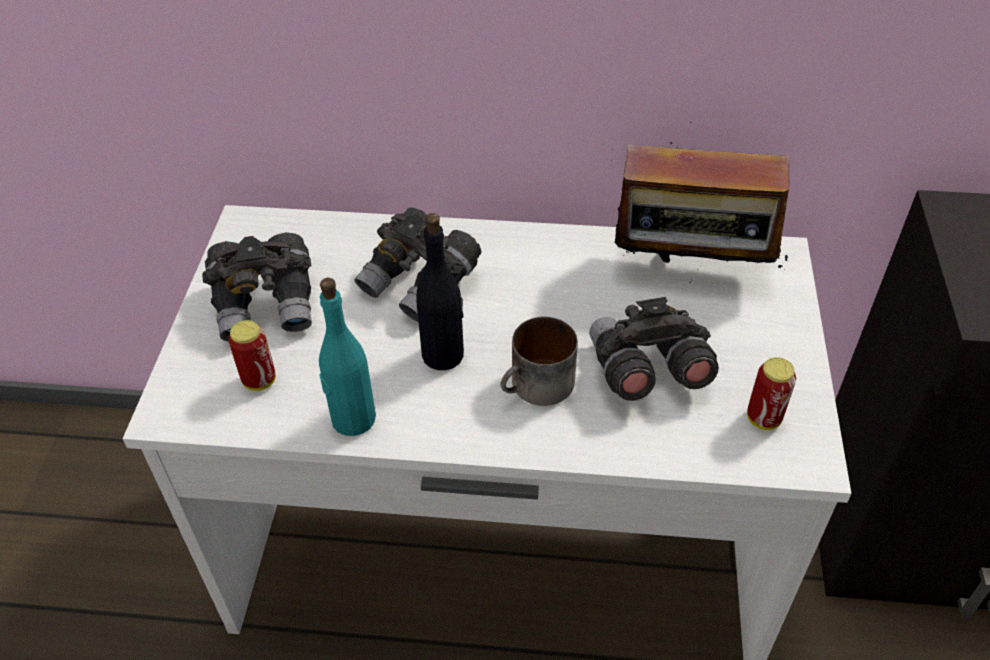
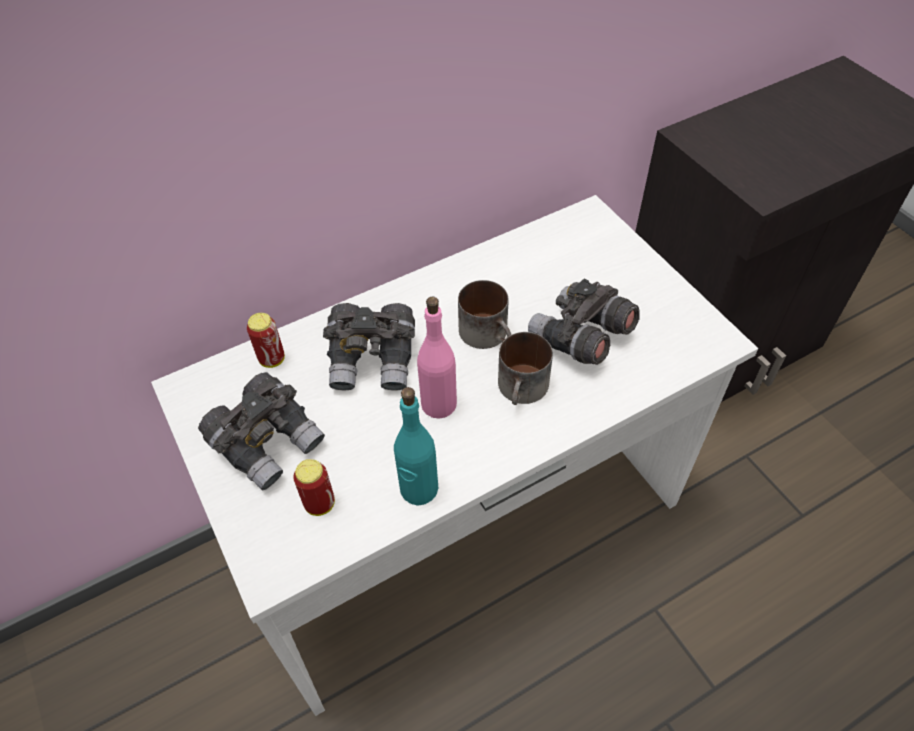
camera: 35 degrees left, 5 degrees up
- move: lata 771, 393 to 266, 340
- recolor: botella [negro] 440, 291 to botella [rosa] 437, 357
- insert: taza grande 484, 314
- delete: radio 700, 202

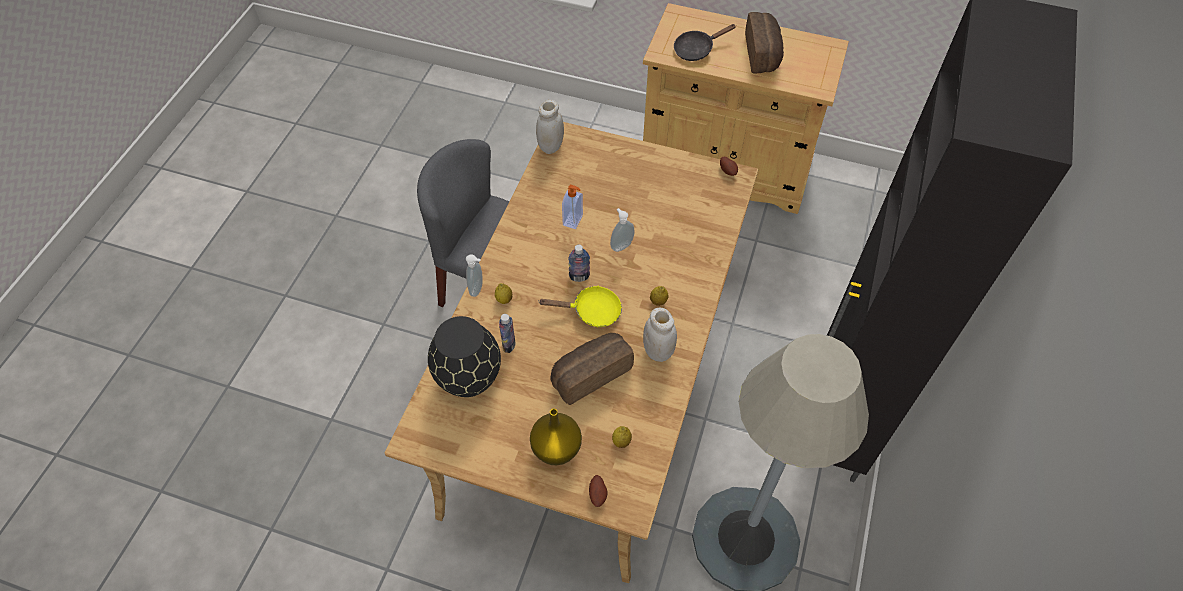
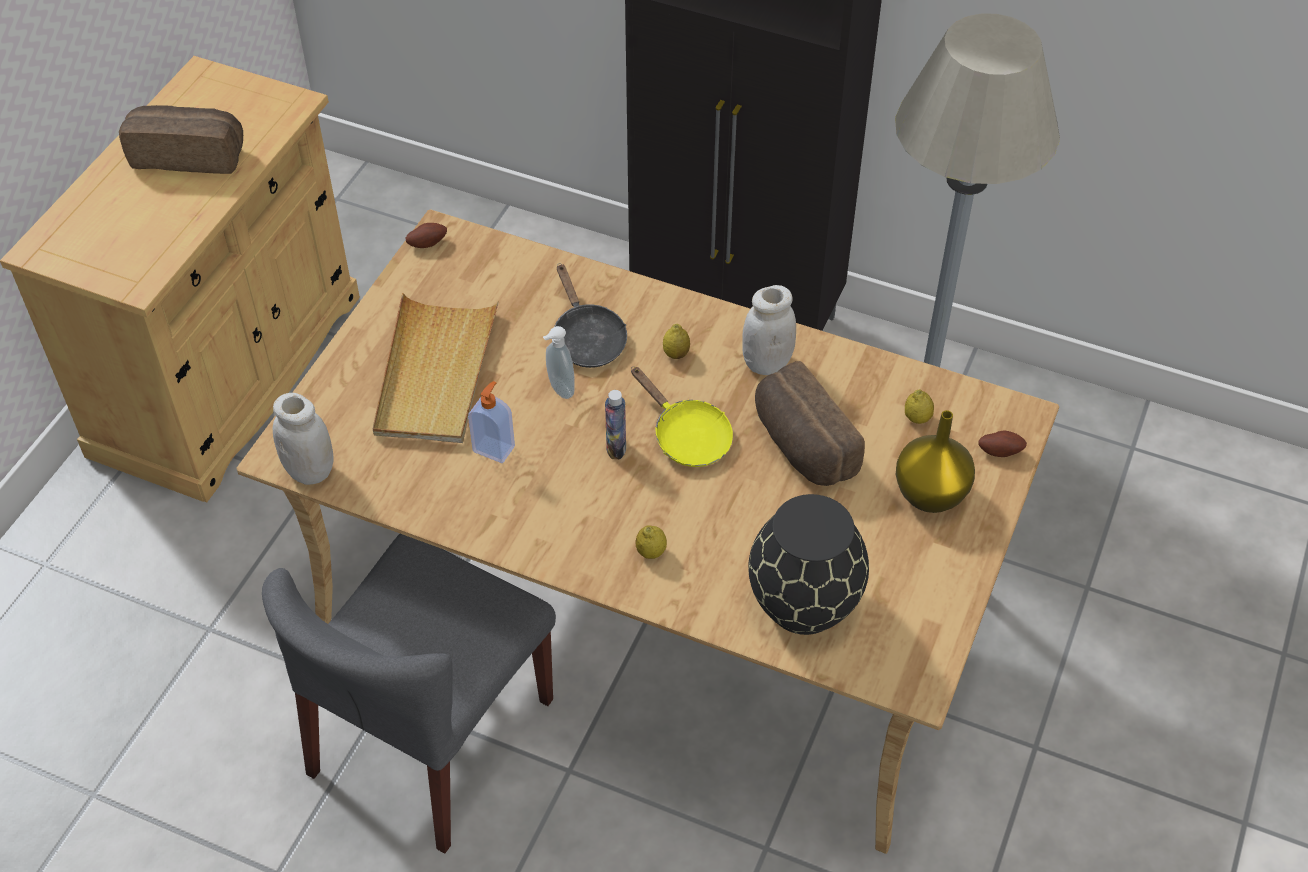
camera: 85 degrees left, 5 degrees down
- insert: bandeja [beis] 436, 368
- move: sartén [negro] 705, 42 to 590, 315
- rotate: sartén [amarillo] 580, 306 = 682, 417 135 degrees clockwise
- delete: dispensador de jabón 474, 276
- delete: botella 507, 333

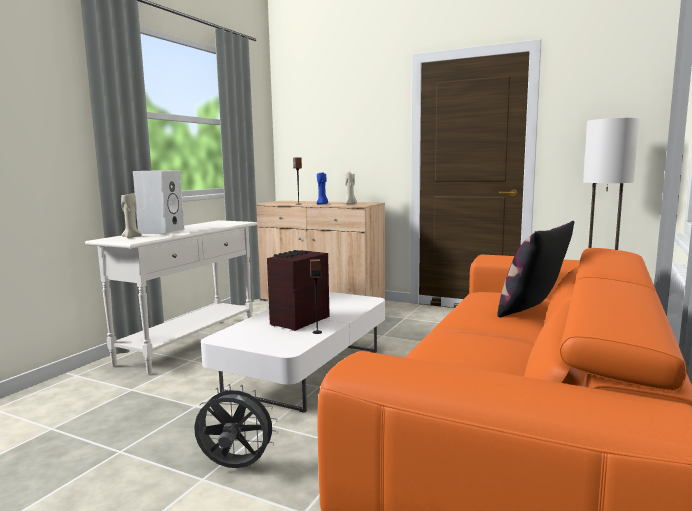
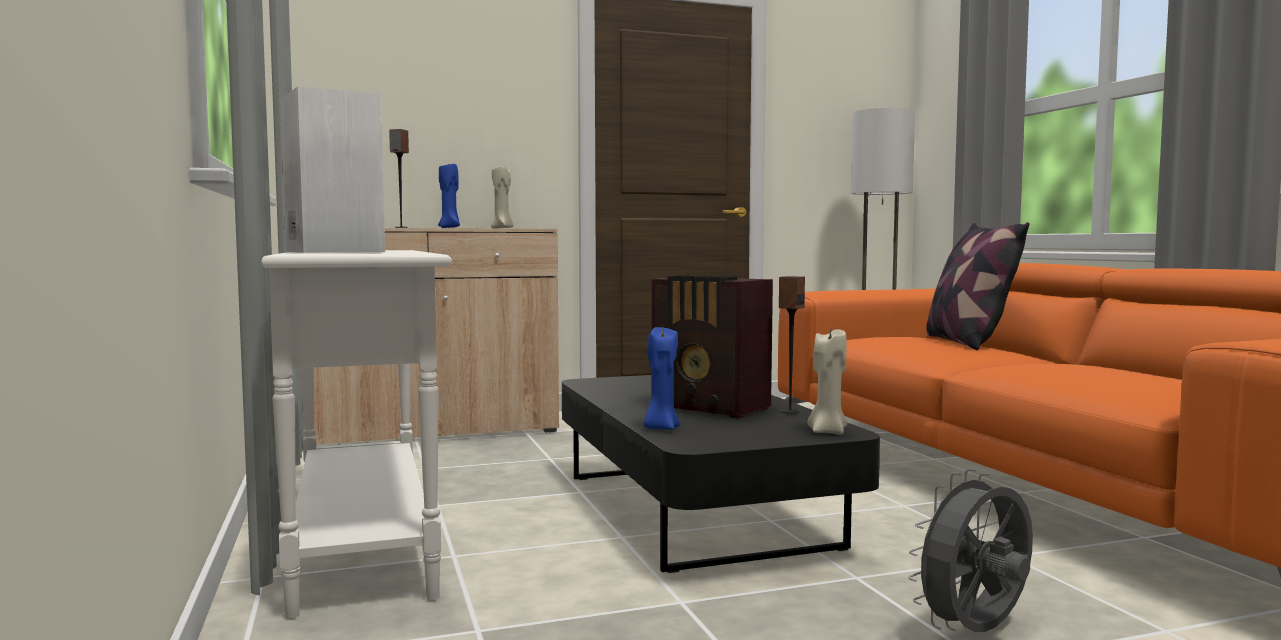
camera: 45 degrees left, 5 degrees down
- recolor: mesa de centro [blanco] 293, 352 to mesa de centro [negro] 721, 474
- insert: vela [azul] 662, 378
- rotate: radio 298, 290 = 712, 346 45 degrees counterclockwise
- move: vela [beis] 131, 215 to 827, 381

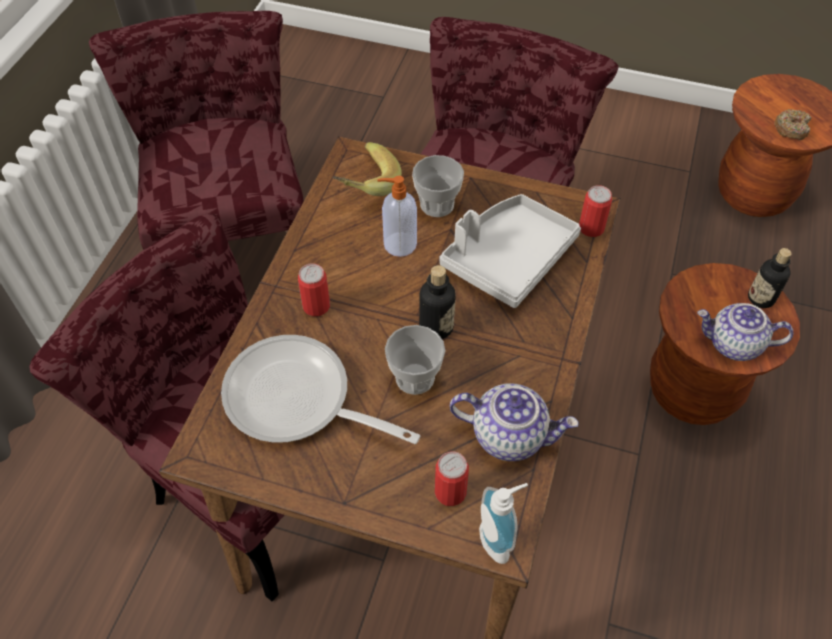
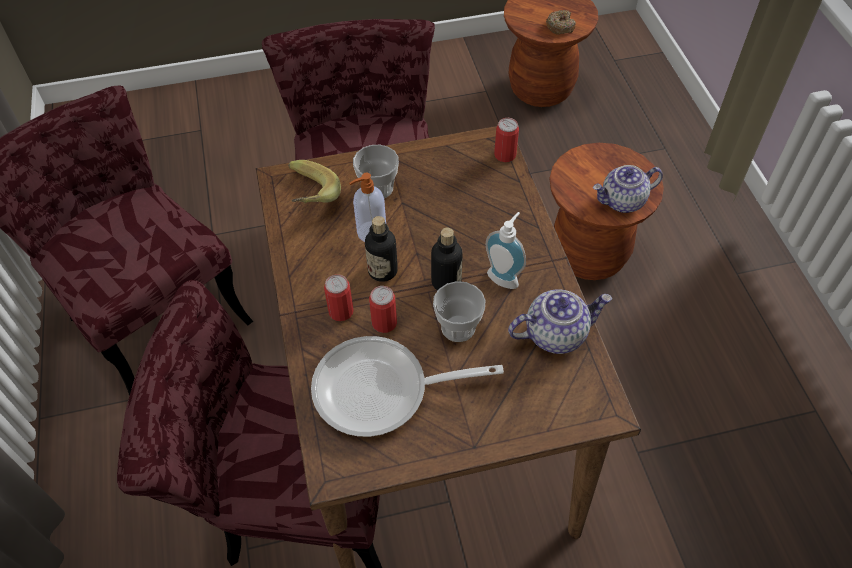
camera: 30 degrees left, 0 degrees up
- move: botella 770, 278 to 381, 249
- move: lata 452, 478 to 383, 309
- move: dispensador de jabón 503, 523 to 506, 250
- delete: bandeja [gris] 510, 251

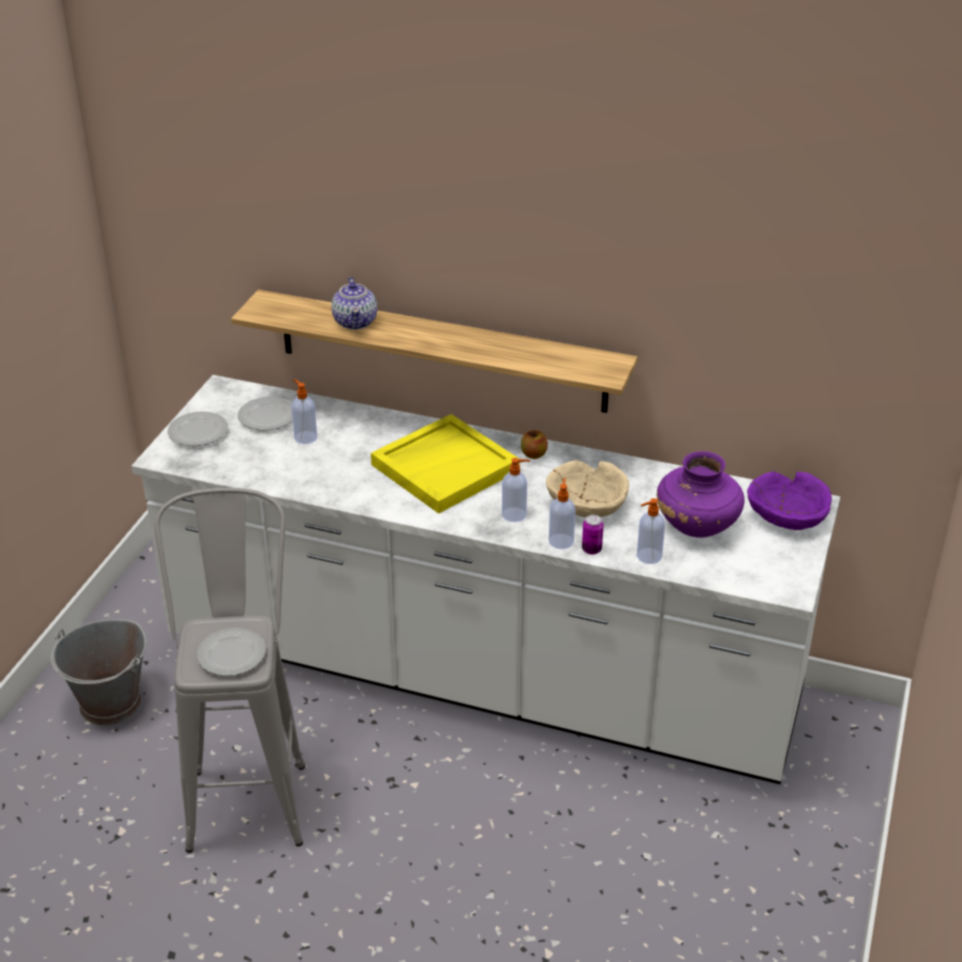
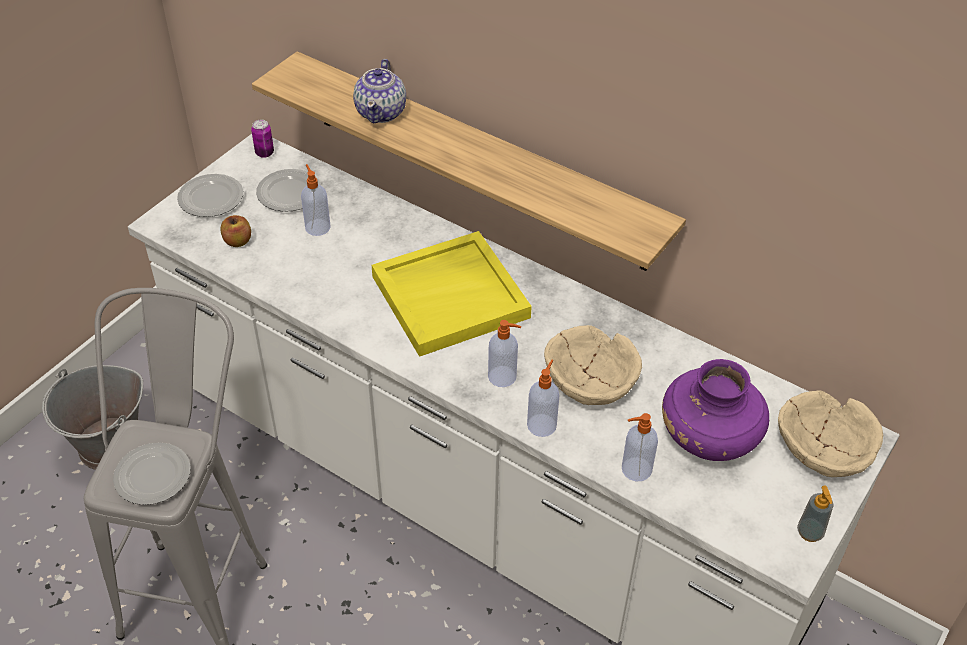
camera: 15 degrees right, 10 degrees up
- move: manzana 534, 444 to 235, 231
- move: lata 593, 535 to 262, 138
- recolor: cuenco [morado] 789, 501 to cuenco [beis] 830, 433
- insert: dispensador de jabón 815, 513

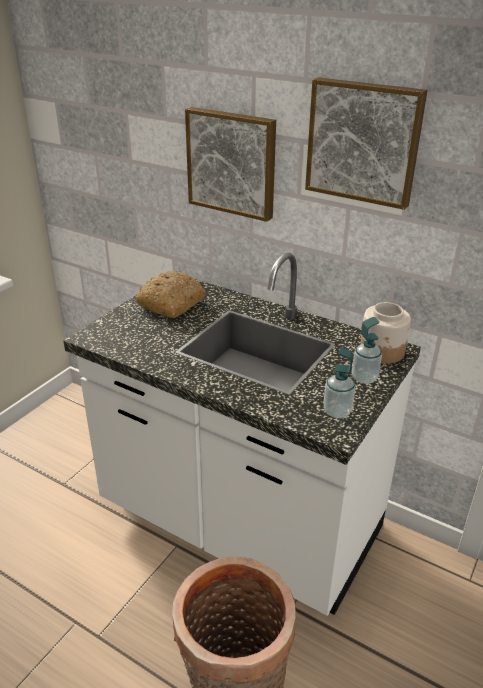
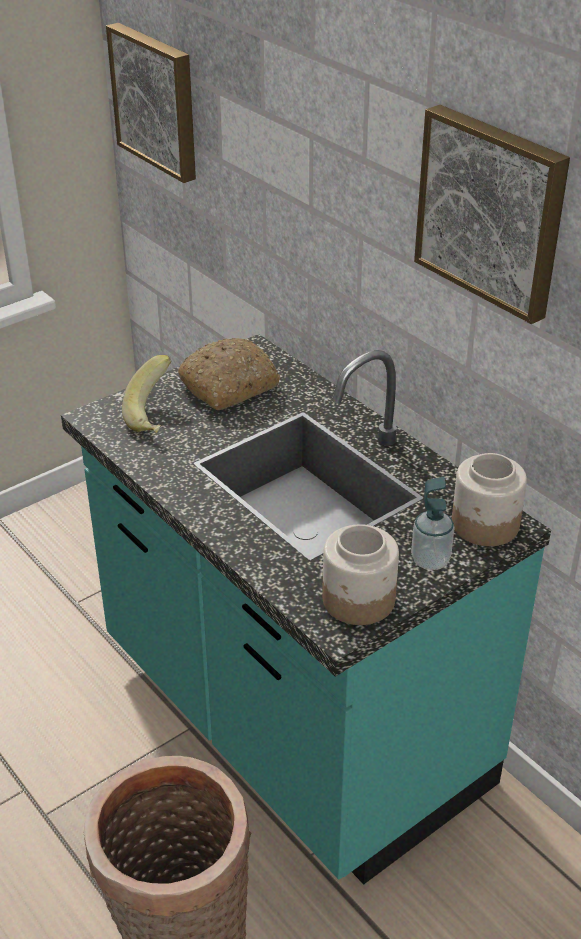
camera: 20 degrees right, 5 degrees up
- recolor: mueble bajo de cocina [blanco] 242, 434 to mueble bajo de cocina [turquesa] 306, 609
- move: cuadro 230, 164 to 151, 103
- insert: plátano 147, 394
- replace: dispensador de jabón 339, 382 to tarro 360, 574

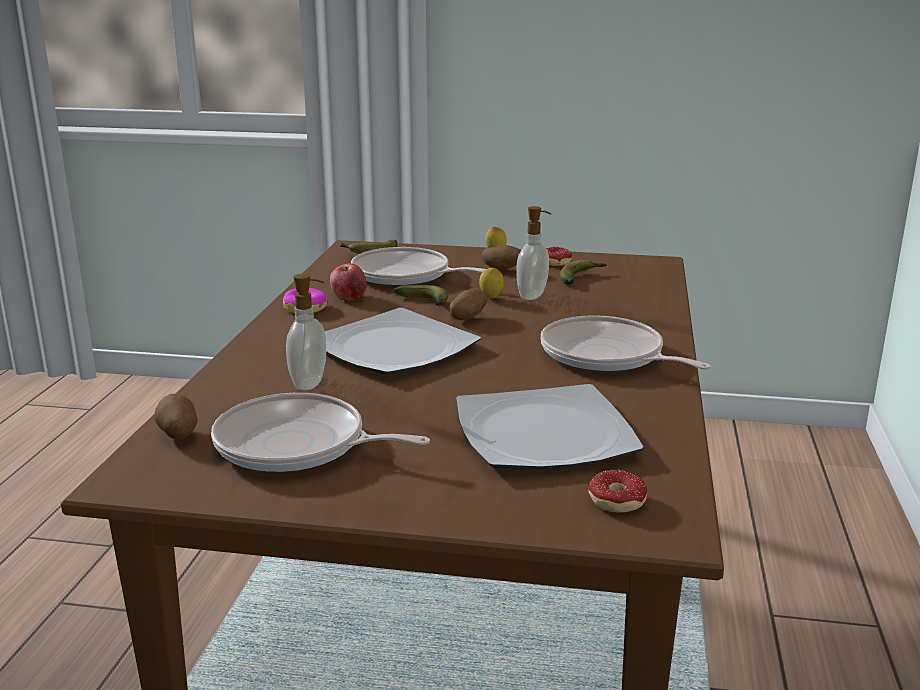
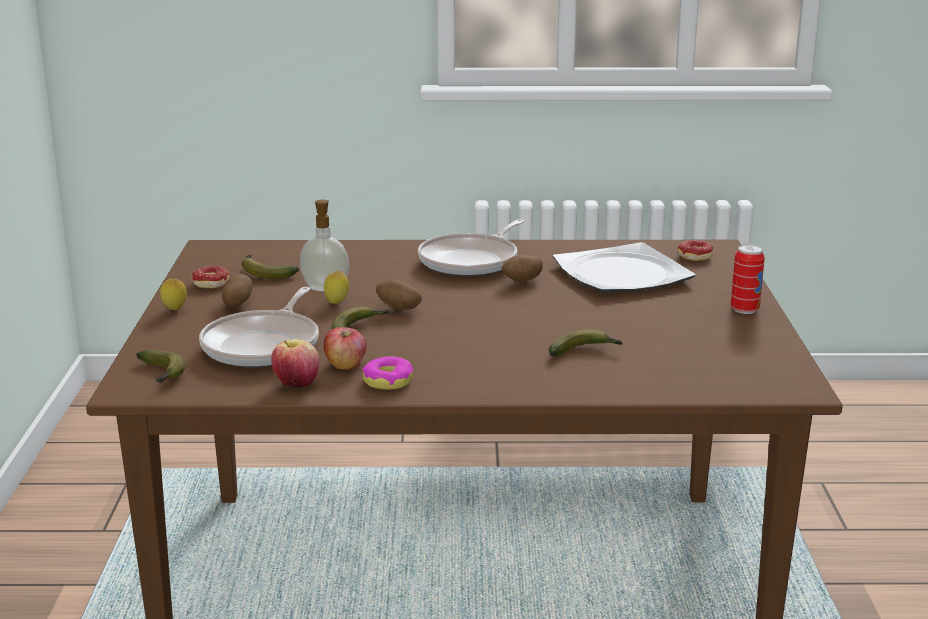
camera: 100 degrees left, 0 degrees up
- insert: manzana 295, 363
- move: patata 176, 417 to 522, 268
- replace: dispensador de jabón 306, 331 to plátano 586, 342
- insert: lata 748, 279
- delete: sartén 320, 432
- delete: plato 402, 341

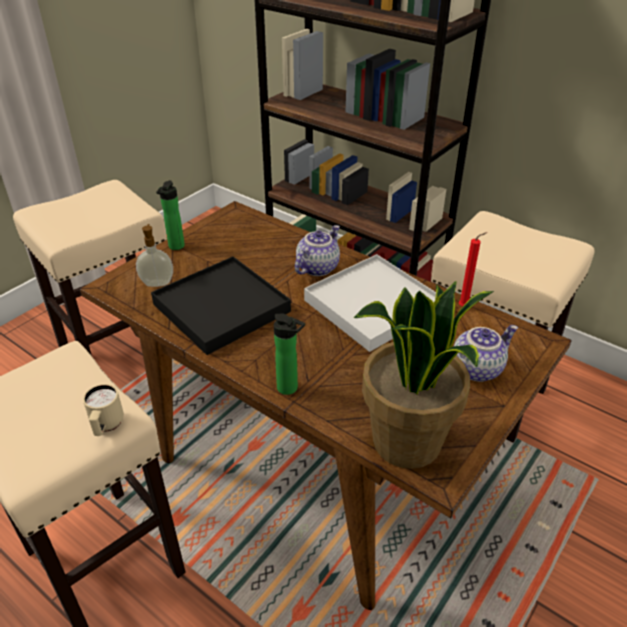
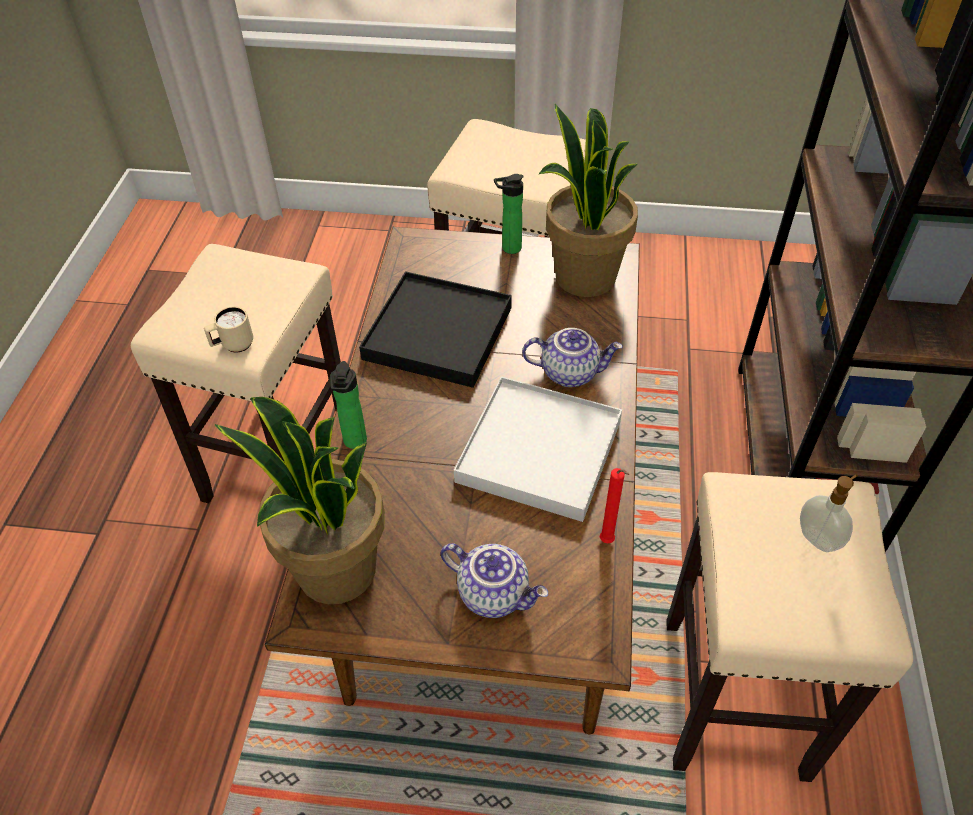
camera: 60 degrees right, 10 degrees up
- insert: planta en maceta 588, 200
- move: dispensador de jabón 154, 255 to 829, 513

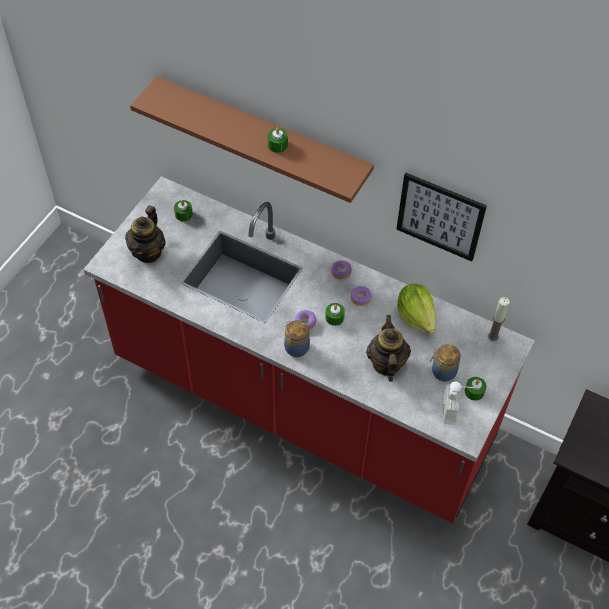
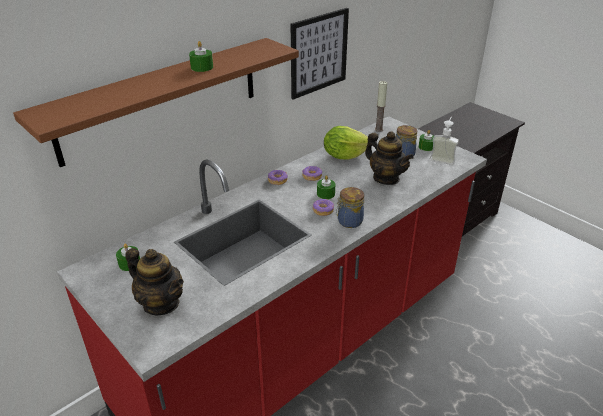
camera: 70 degrees left, 20 degrees down
- rotate: tetera 388, 348 = 389, 158 150 degrees counterclockwise

